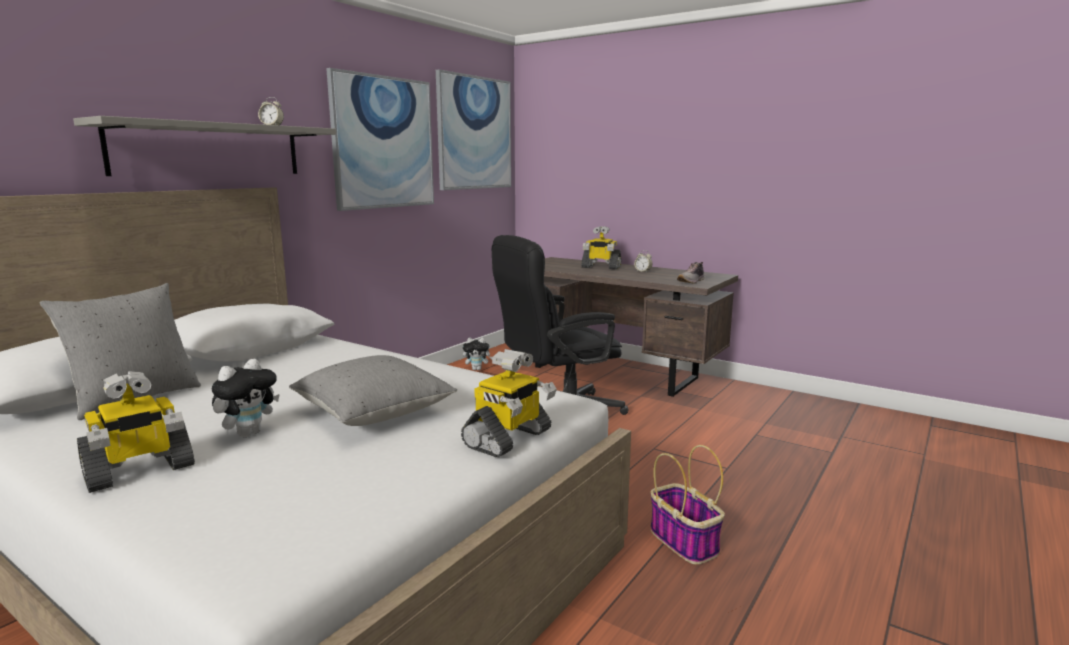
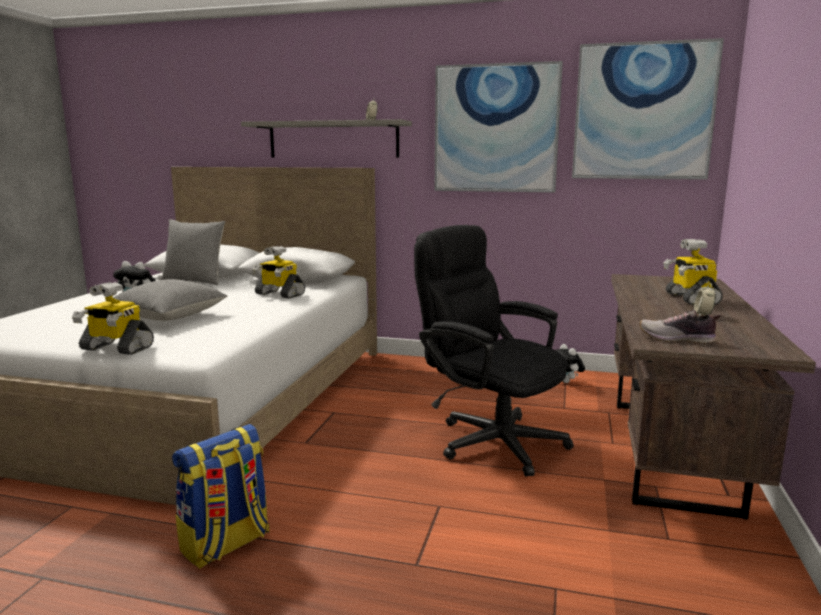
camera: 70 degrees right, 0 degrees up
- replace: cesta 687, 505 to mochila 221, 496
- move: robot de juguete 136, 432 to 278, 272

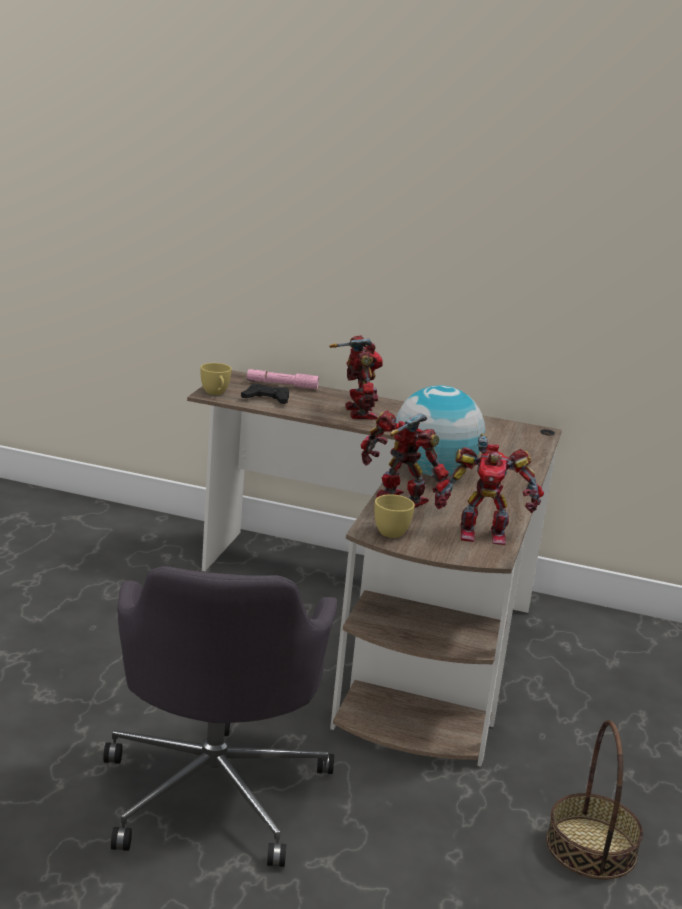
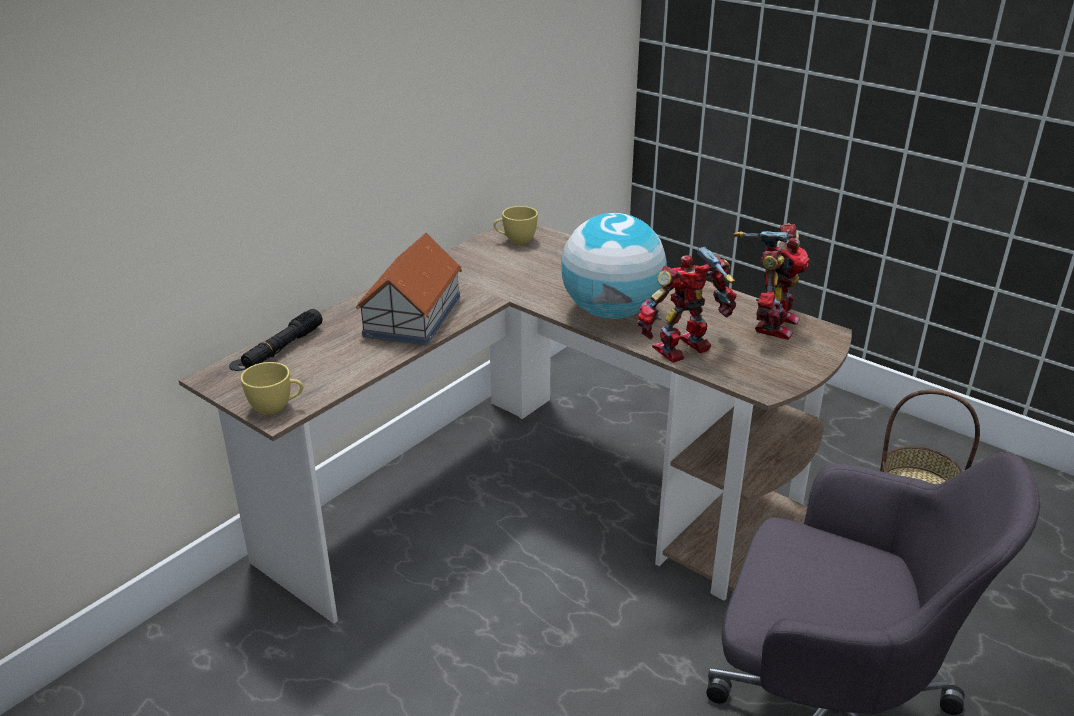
camera: 65 degrees left, 10 degrees up
- recolor: linterna [rosa] 283, 379 to linterna [negro] 282, 338
- replace: robot de juguete 356, 377 to casita 409, 289
- move: taza [amarillo] 394, 516 to 515, 225
- delete: mando de consola [negro] 265, 394

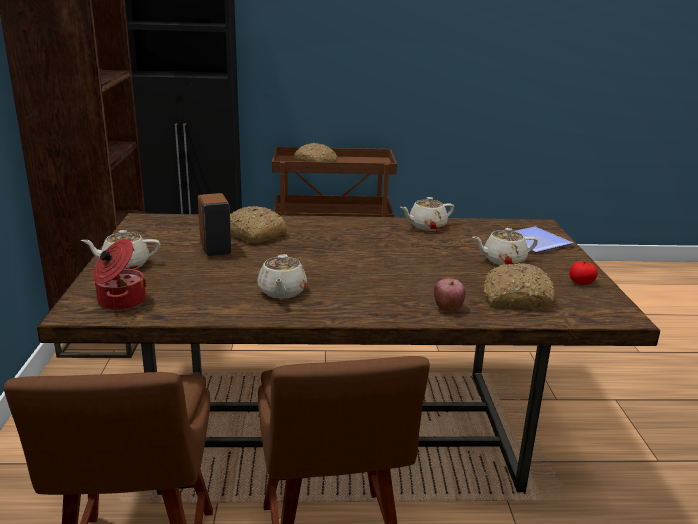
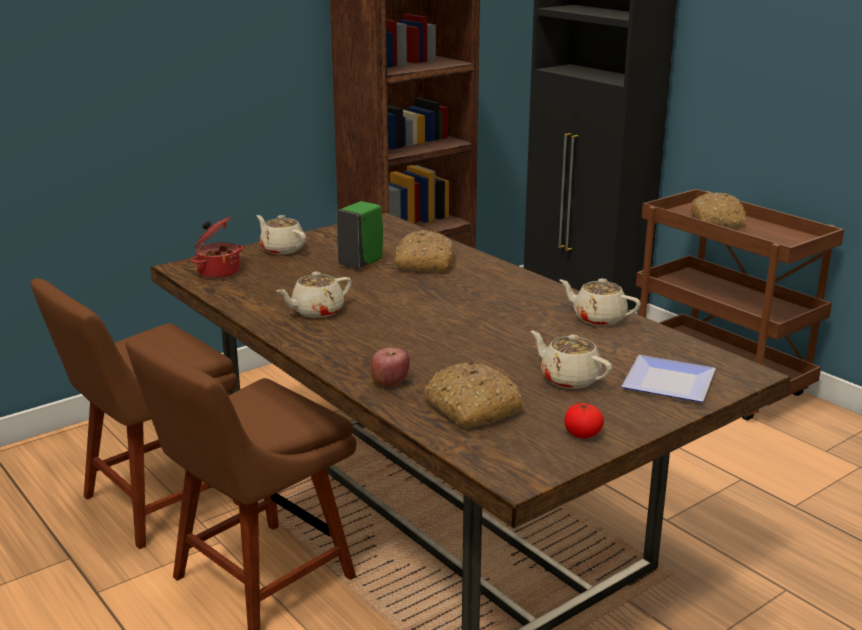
camera: 55 degrees right, 0 degrees up
- recolor: dispensador de jabón [marrón] 215, 224 to dispensador de jabón [verde] 360, 235

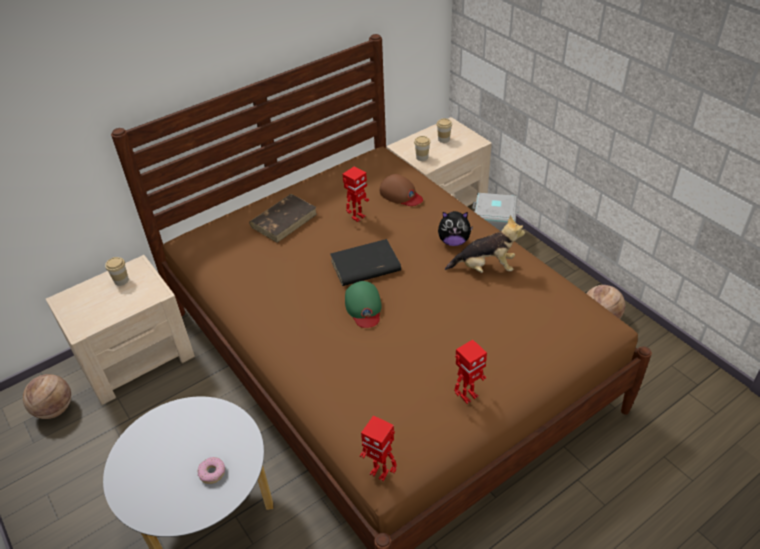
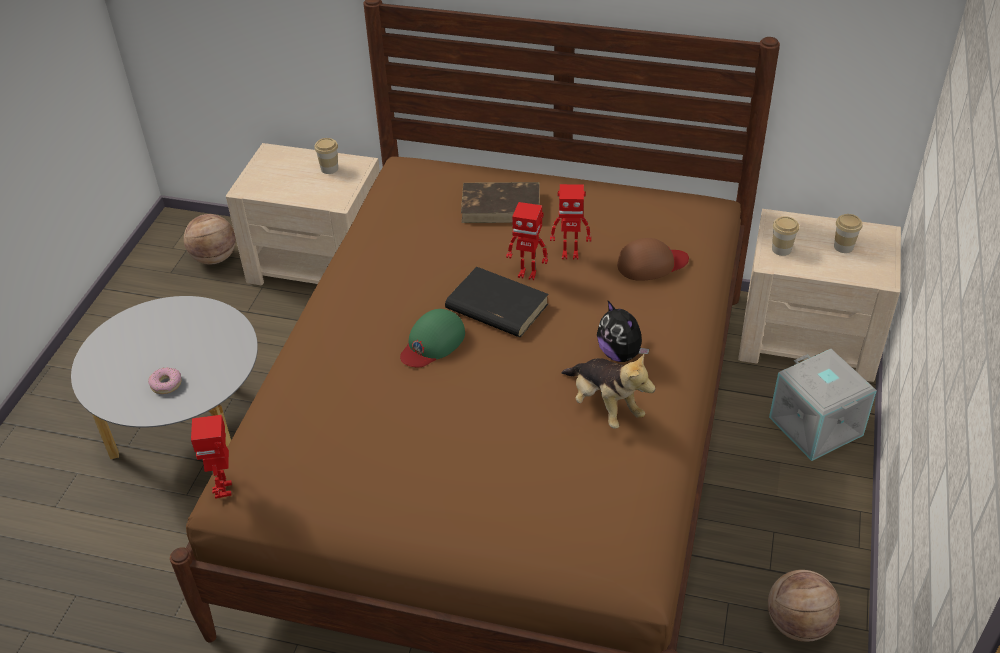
camera: 50 degrees right, 0 degrees up
- move: robot de juguete 470, 371 to 527, 241
- rotate: gorra [marrón] 401, 190 = 653, 259 105 degrees counterclockwise

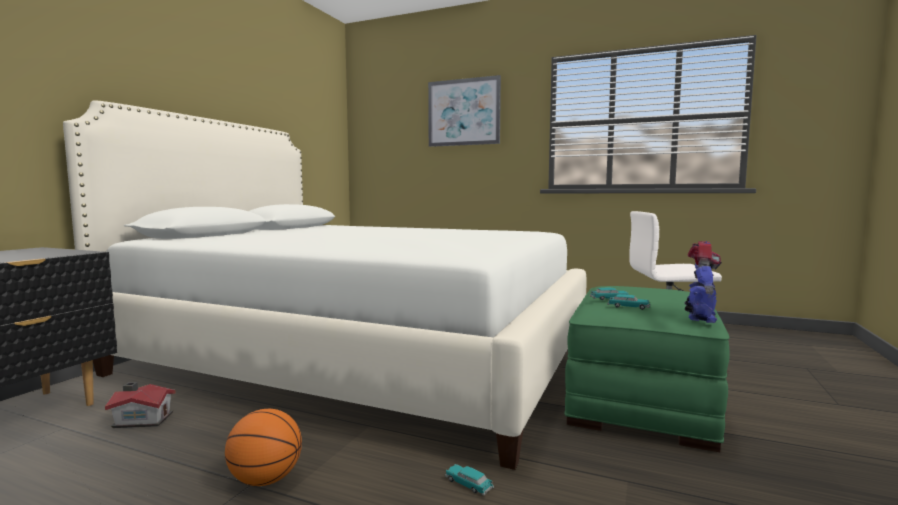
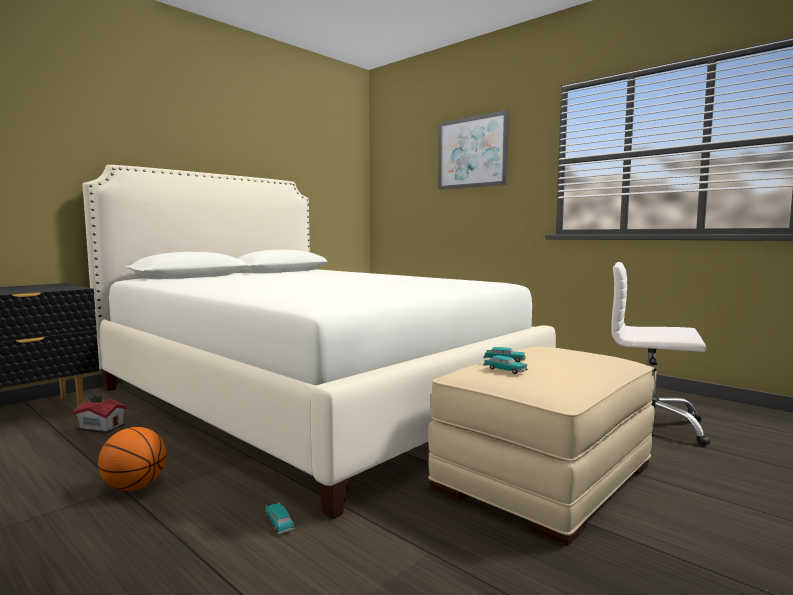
camera: 20 degrees right, 0 degrees up
- recolor: puf [verde] 647, 369 to puf [beis] 541, 446
- delete: robot de juguete 703, 282

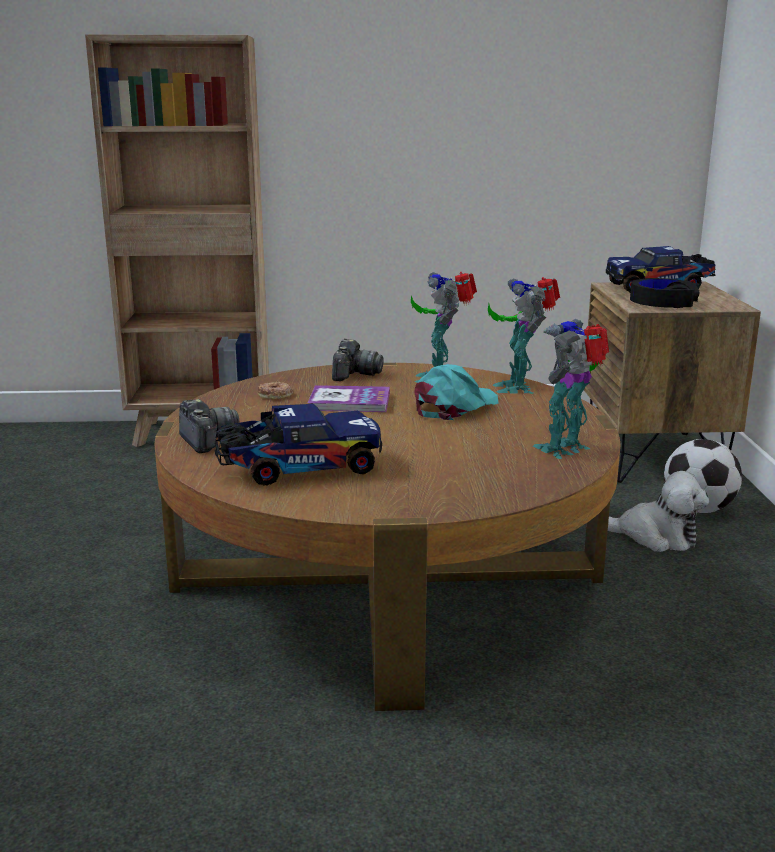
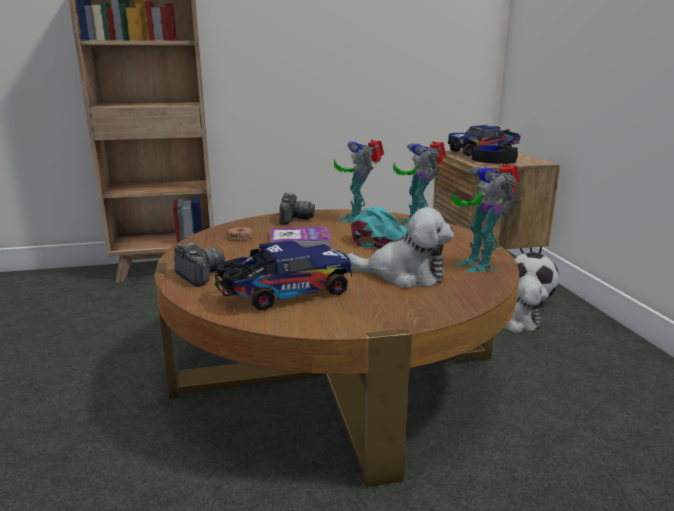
camera: 10 degrees left, 0 degrees up
- insert: peluche 400, 247
- rotate: robot de juguete 571, 389 = 485, 218 60 degrees counterclockwise

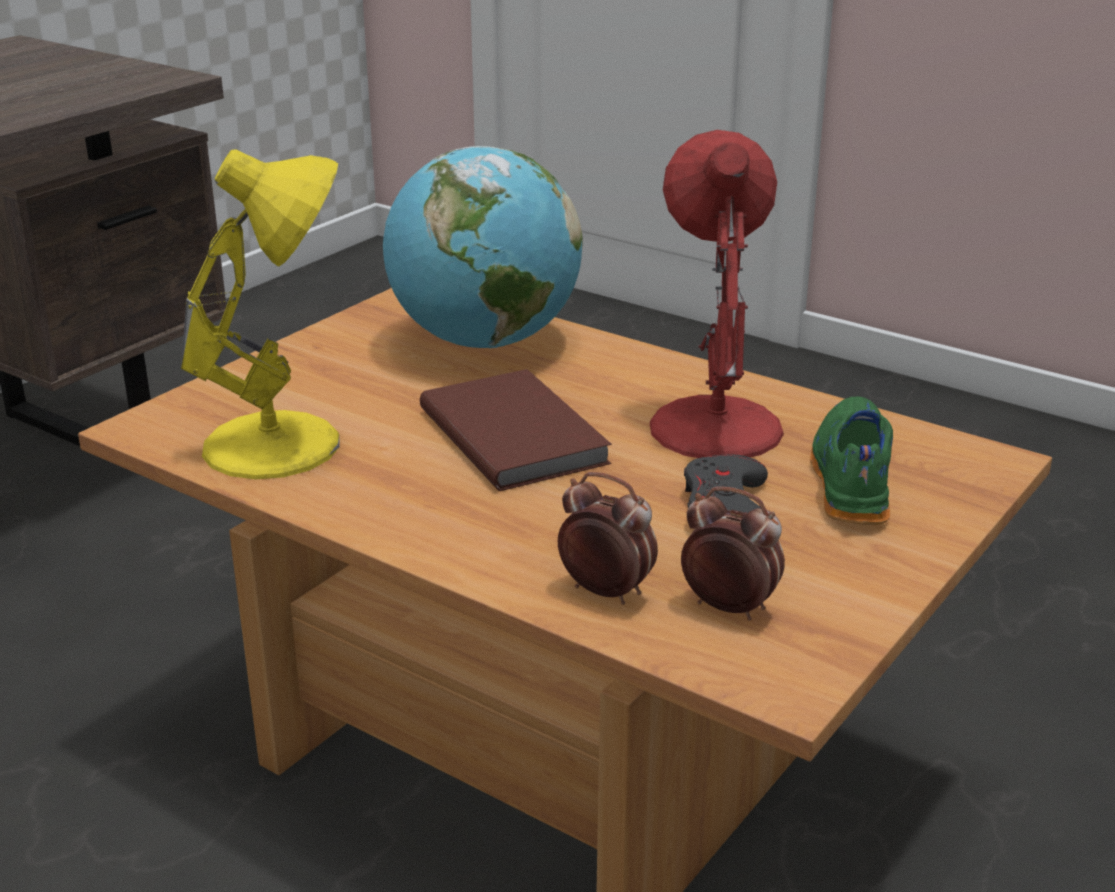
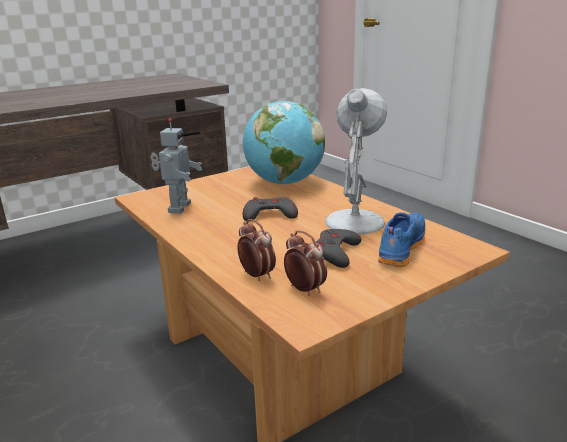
camera: 20 degrees right, 5 degrees down
- replace: lámpara de mesa [amarillo] 260, 314 to robot de juguete 177, 166
- replace: libro [marrón] 516, 430 to mando de consola [gris] 270, 209
- recolor: lámpara de mesa [rojo] 717, 294 to lámpara de mesa [blanco] 356, 161
- recolor: zapato [verde] 851, 461 to zapato [azul] 402, 239

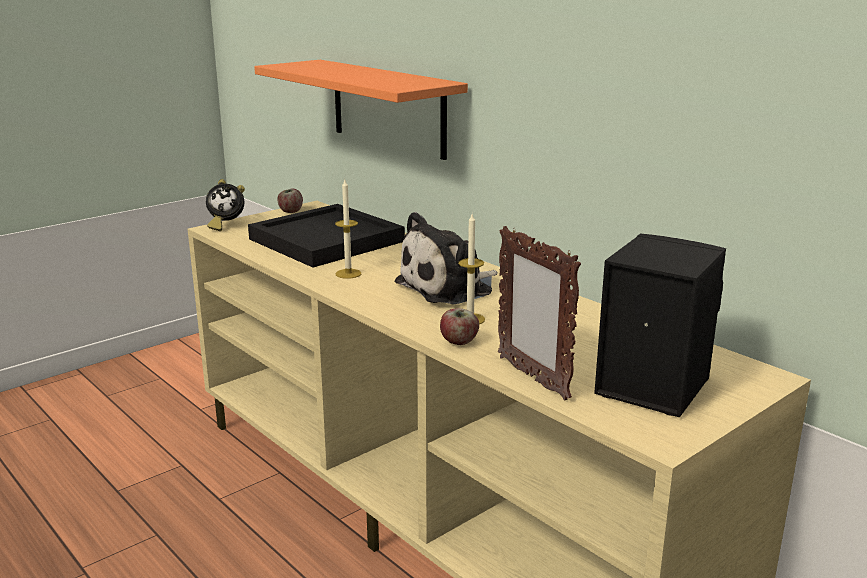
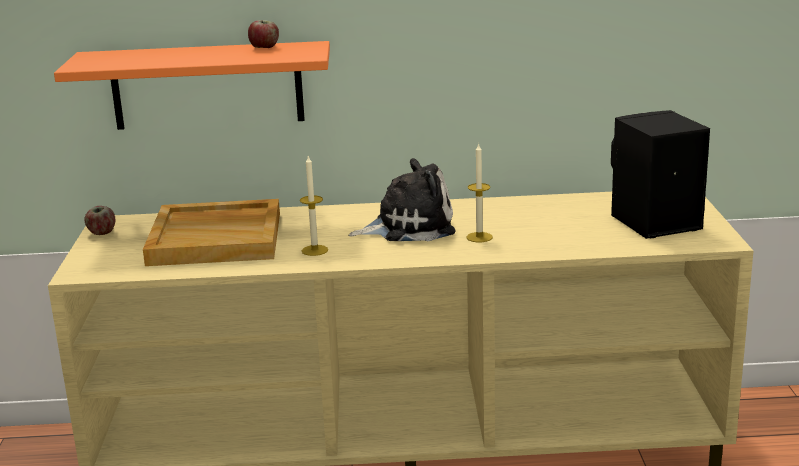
camera: 50 degrees left, 0 degrees up
- recolor: bandeja [negro] 326, 235 to bandeja [beis] 211, 232
- move: manzana 459, 326 to 263, 34
- rotate: peluche 446, 258 = 402, 199 105 degrees counterclockwise
- delete: despertador 225, 205
- delete: portarretratos 539, 313

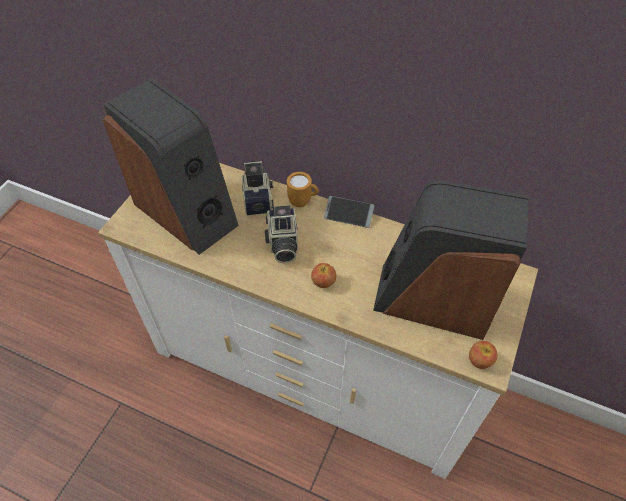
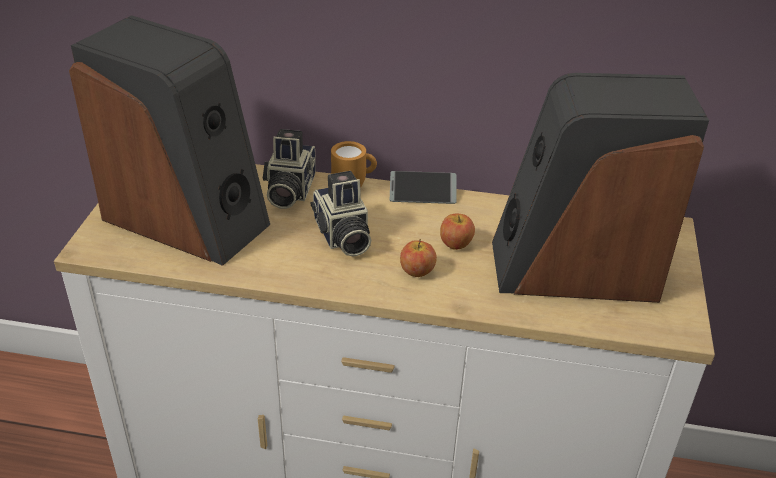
camera: 15 degrees left, 15 degrees down
- rotate: cámara 258, 188 = 289, 169 150 degrees counterclockwise
- move: manzana 483, 355 to 457, 232

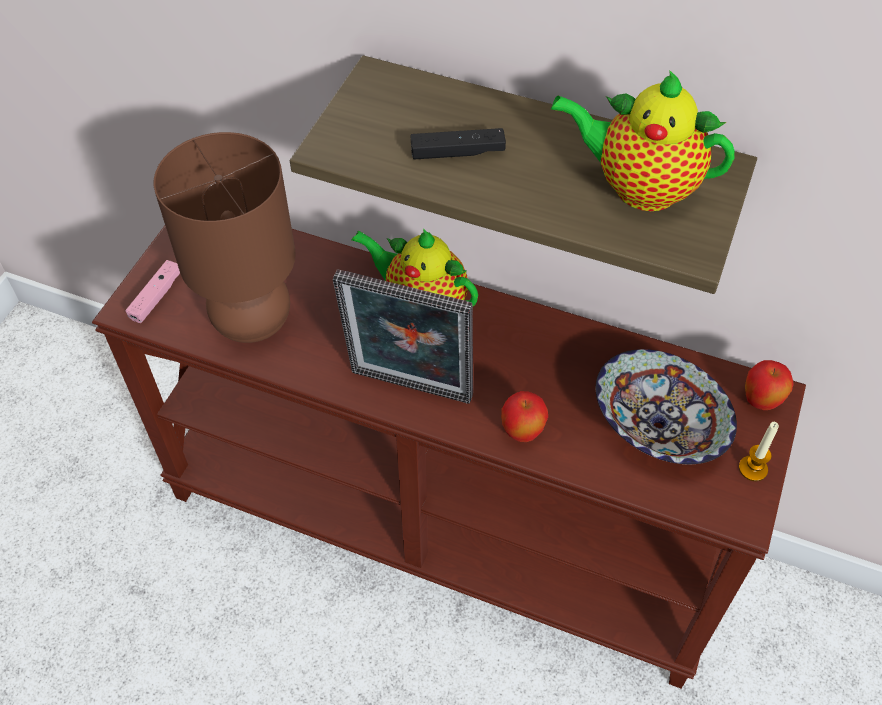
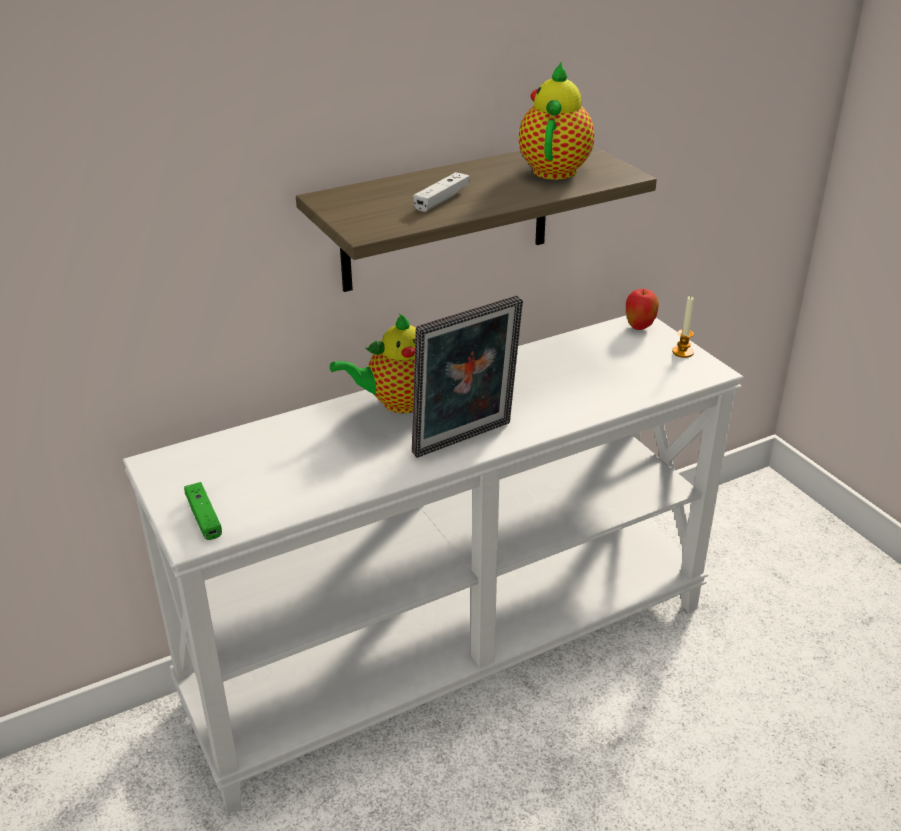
camera: 50 degrees left, 20 degrees down
- recolor: mesa consola [marrón] 449, 457 to mesa consola [blanco] 433, 564
- recolor: mando de consola [rosa] 152, 291 to mando de consola [verde] 203, 511
- recolor: mando de consola [negro] 458, 143 to mando de consola [blanco] 441, 192
- rotate: tetera 642, 140 = 556, 121 135 degrees clockwise
- delete: lámpara de mesa [marrón] 225, 237
- delete: manzana 524, 416
- delete: cuenco 666, 406

